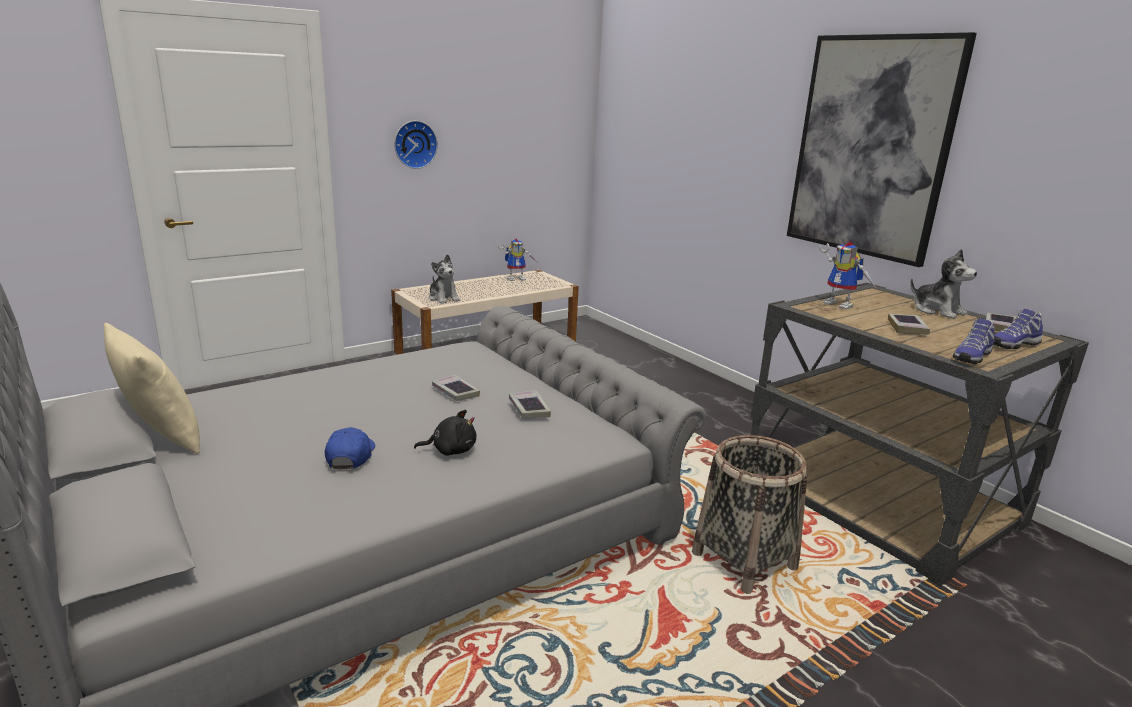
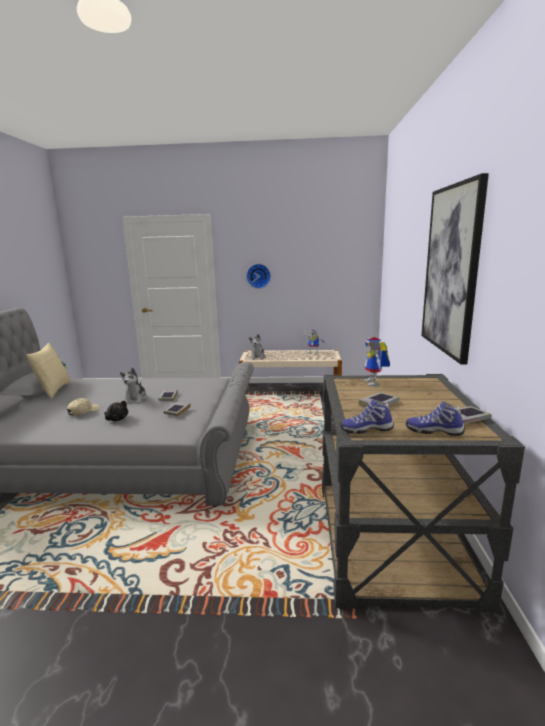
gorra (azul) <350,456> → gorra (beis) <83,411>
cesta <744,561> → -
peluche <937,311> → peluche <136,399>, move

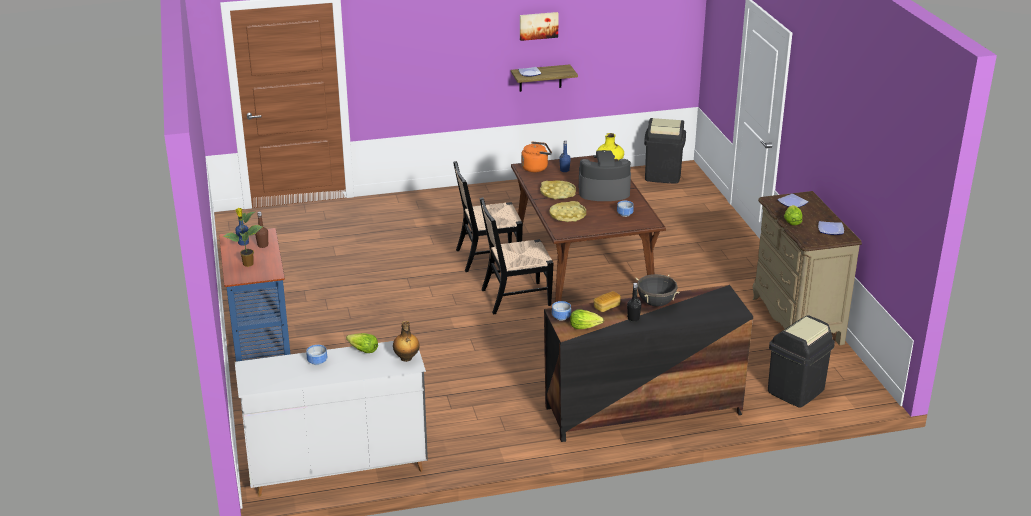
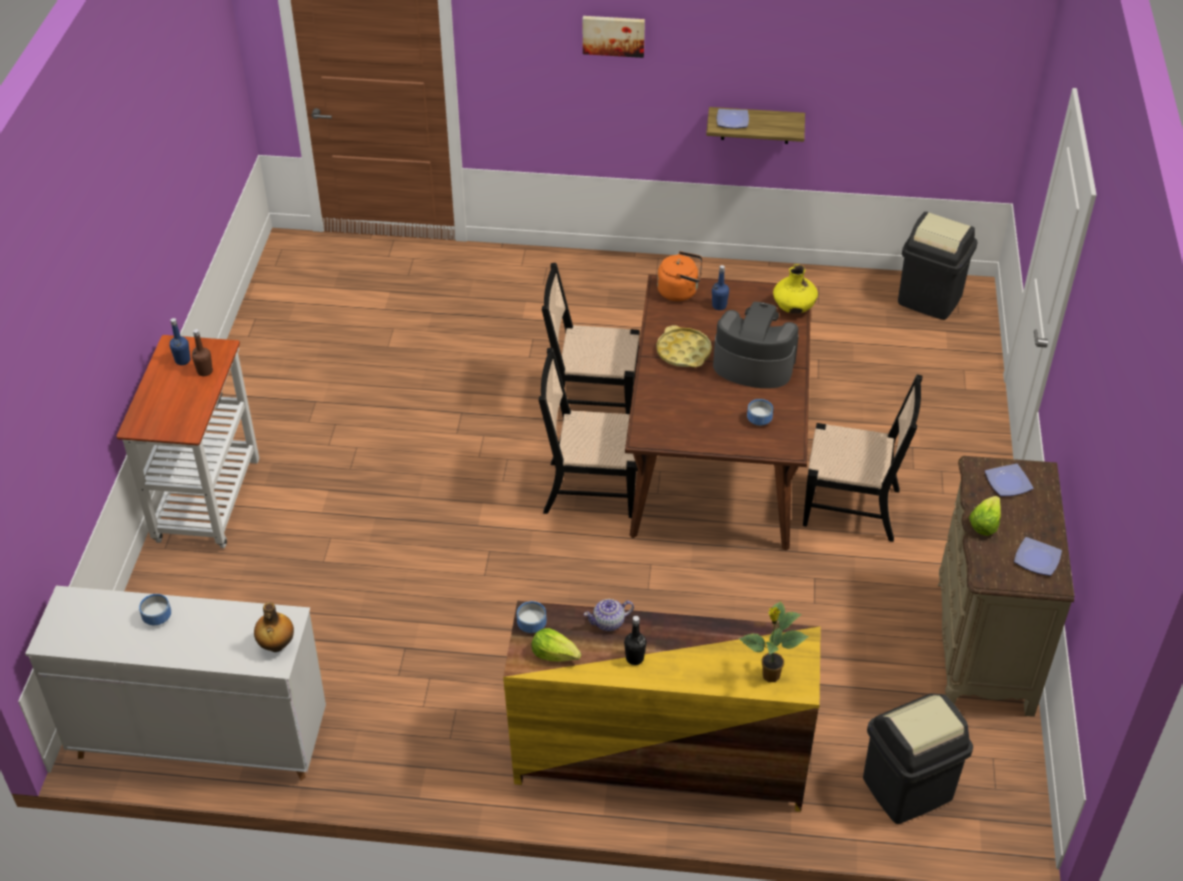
carrito (azul) <261,351> → carrito (blanco) <208,499>
planta en maceta <247,264> → planta en maceta <770,676>, move
lechuga <362,350> → -
cuadro <538,25> → cuadro <613,35>, move
armario (negro) <641,410> → armario (amarillo) <658,757>
bandeja (amarillo) <567,215> → -
pan <607,307> → tetera <609,622>
olla (negro) <656,303> → -
- → silla <851,508>

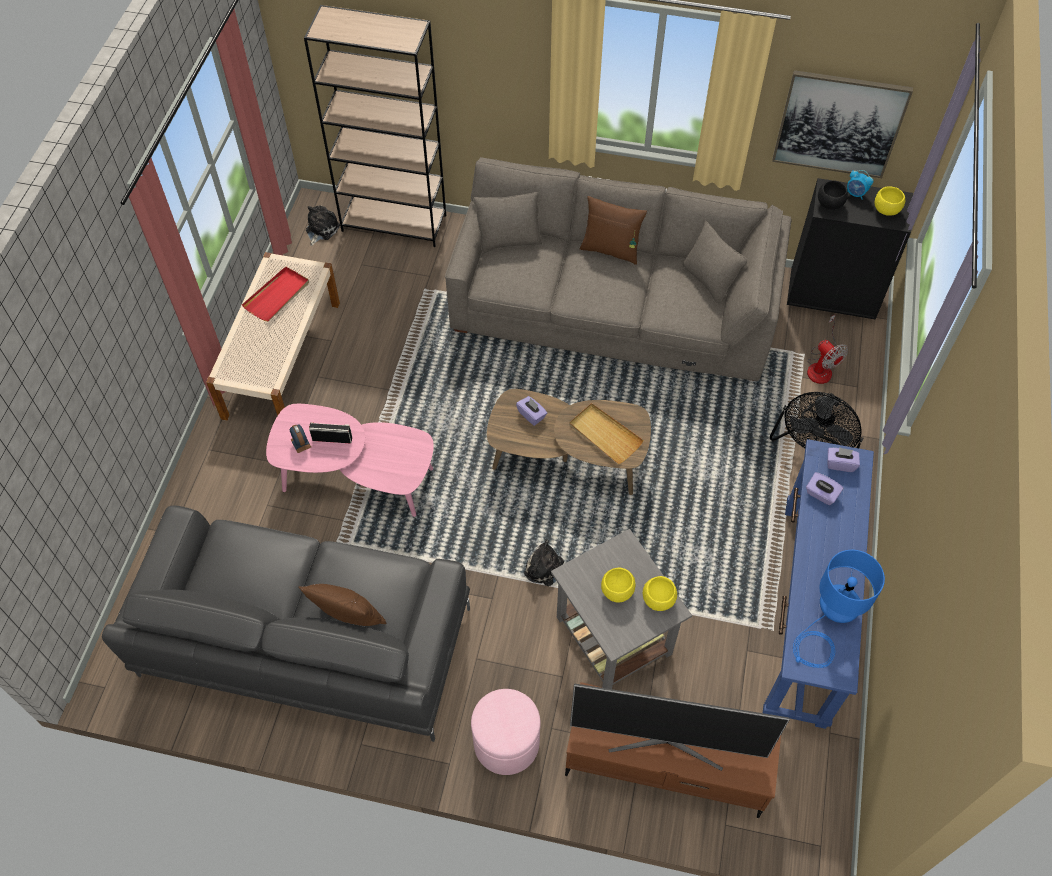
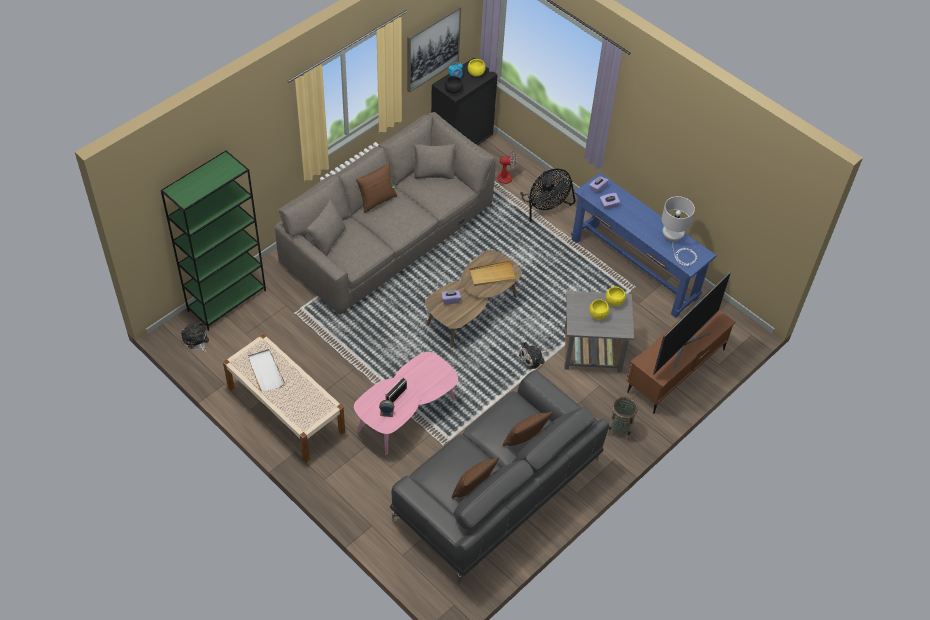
bandeja (rojo) <277,296> → bandeja (blanco) <265,371>
estantería (beis) <395,223> → estantería (verde) <227,300>
puf (rosa) <506,743> → cesta <620,428>
lámpara de mesa (azul) <827,625> → lámpara de mesa (gris) <677,244>
- → cojín (marrón) <473,488>

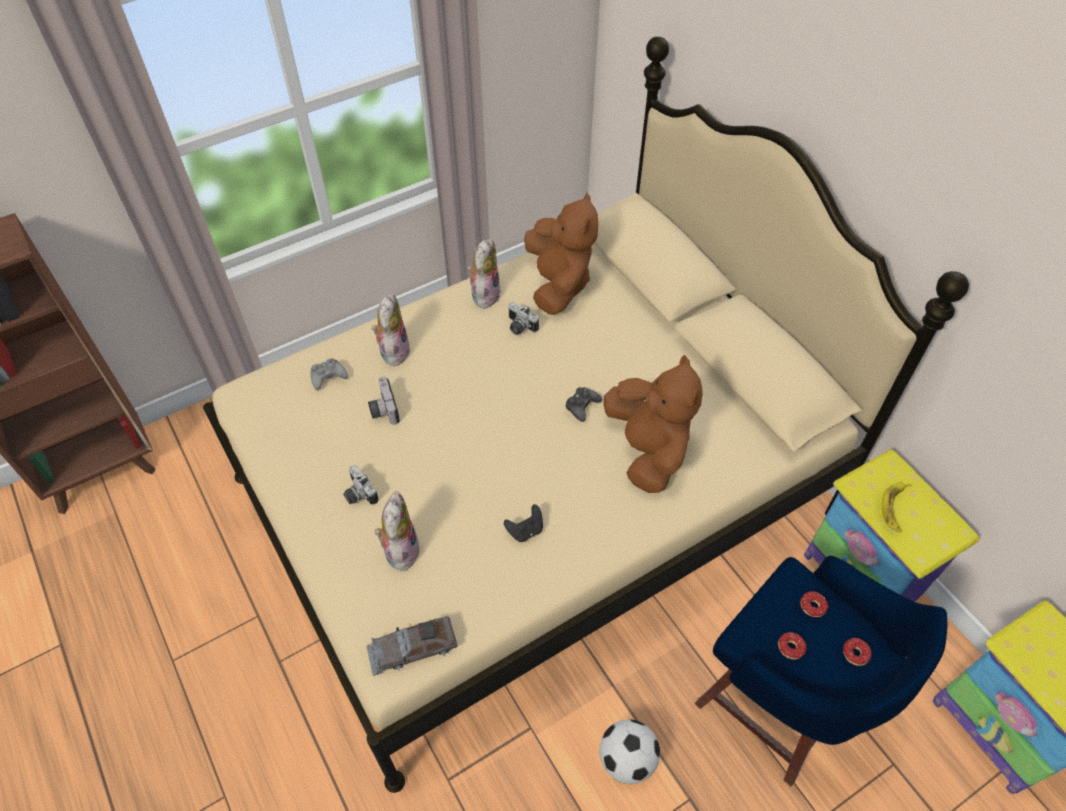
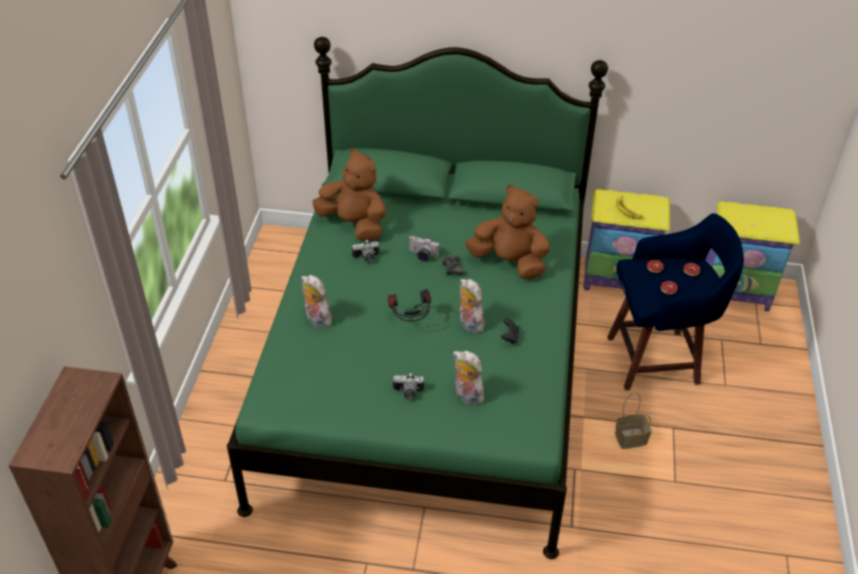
cama (beis) <532,495> → cama (verde) <428,373>
mando de consola (gris) <328,377> → -
coche de juguete (gris) <412,648> → -
cámara <383,408> → cámara <422,255>, move
peluche <484,294> → peluche <469,324>, move
balón de fútbol <626,759> → cesta <630,439>
- → auriculares <410,321>

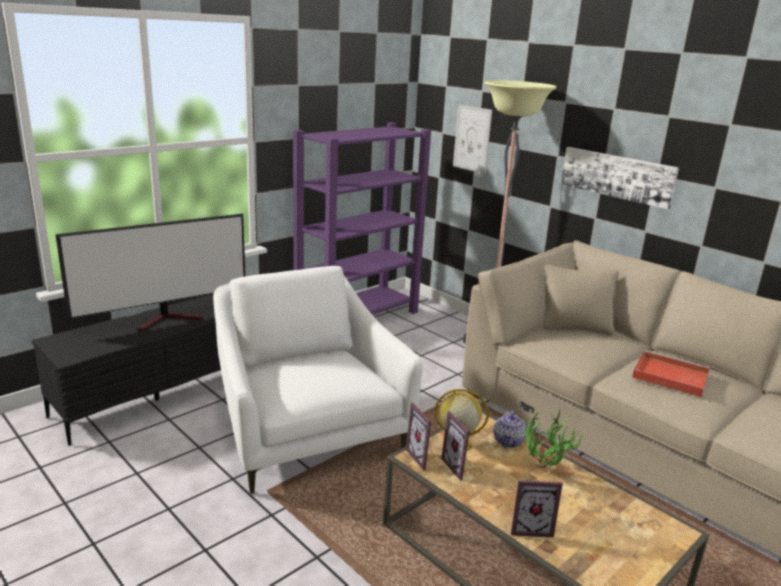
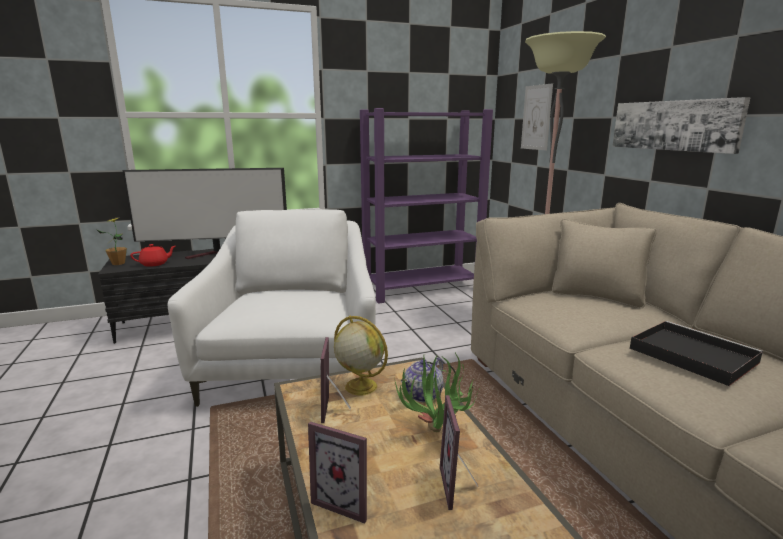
portarretratos <423,457> → portarretratos <460,487>, move
bandeja (rojo) <668,376> → bandeja (negro) <690,354>
- → planta en maceta <118,263>
- → tetera (rojo) <155,264>

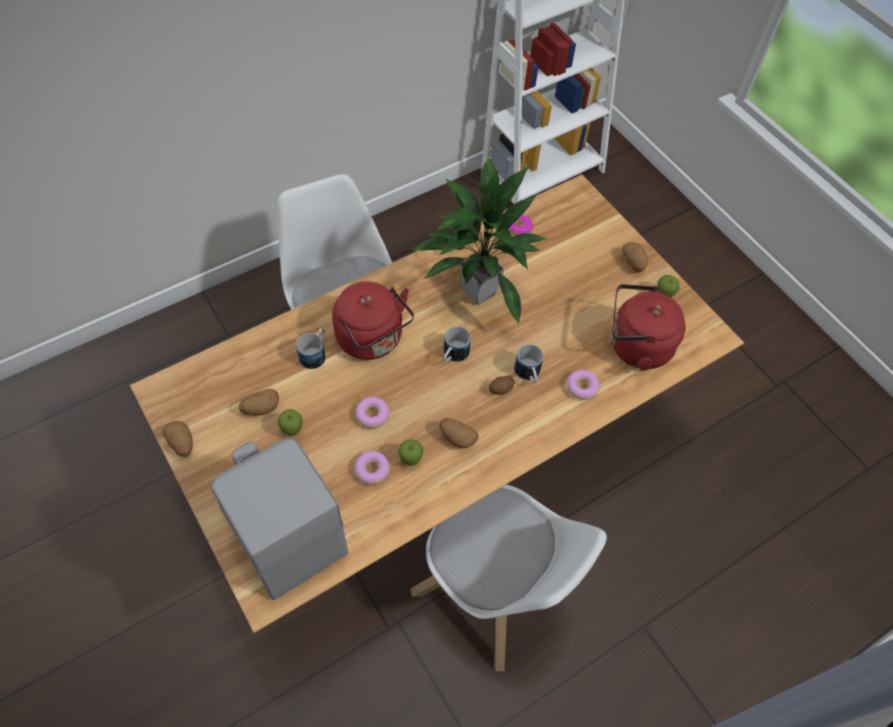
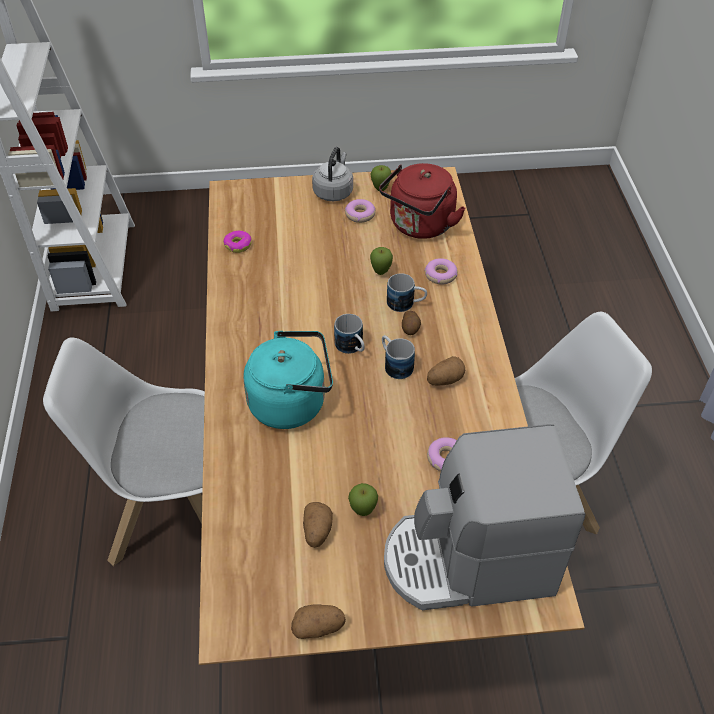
taza grande <315,353> → taza grande <394,364>, move
hervidor (rojo) <372,340> → hervidor (turquesa) <292,403>
rosquilla <372,415> → rosquilla <360,214>, move
manzana <410,460> → manzana <381,272>, move
planta en maceta <477,292> → -
patata <633,263> → hervidor (gris) <334,191>

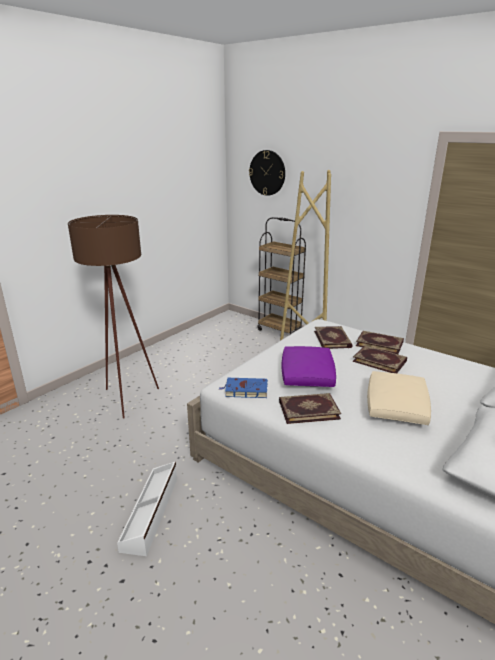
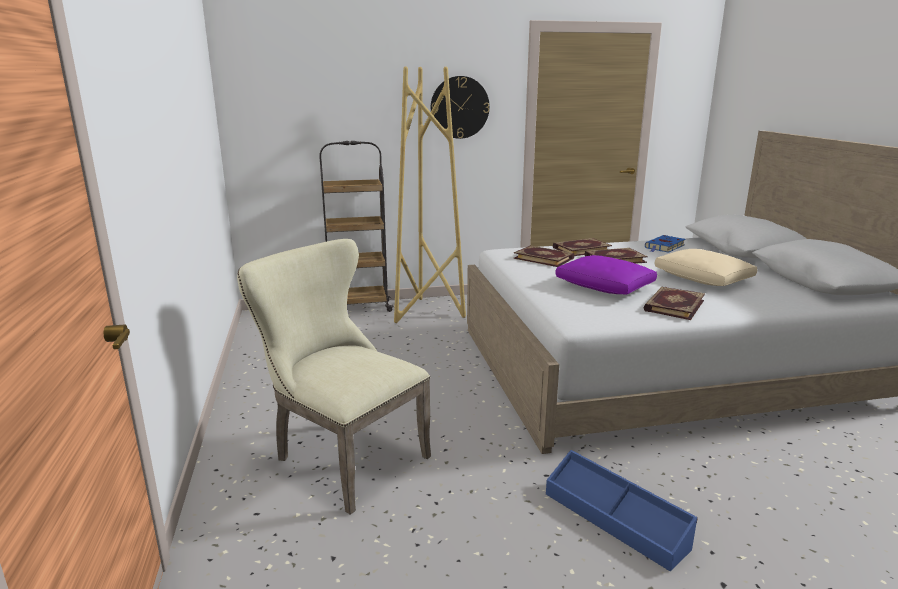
lámpara de pie (marrón) <128,402> → silla (beis) <343,457>
caja de almacenaje (blanco) <151,513> → caja de almacenaje (azul) <615,519>
libro (azul) <245,390> → libro (azul) <664,247>, move
reloj de pared <267,173> → reloj de pared <459,107>, move

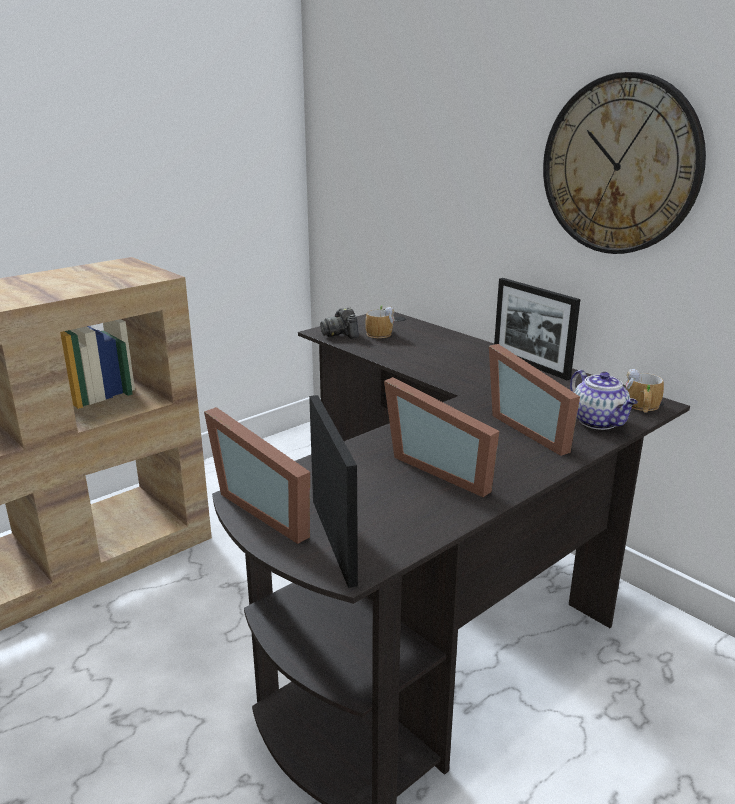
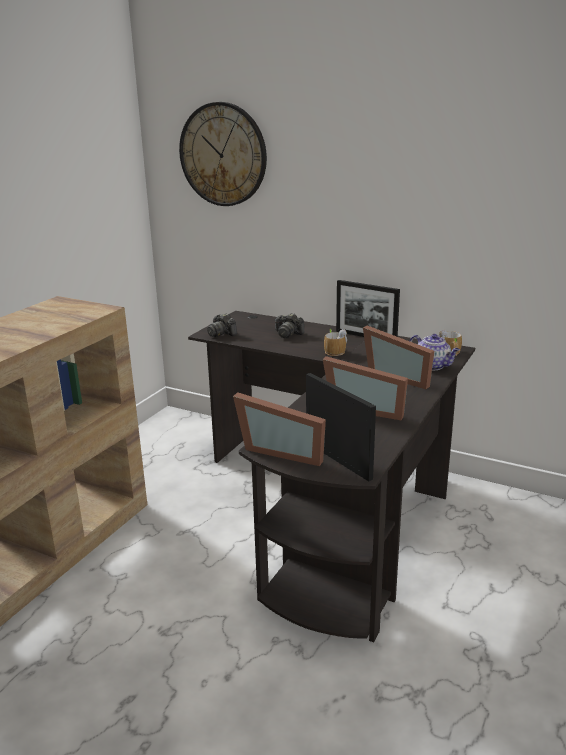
taza grande <380,333> → taza grande <334,350>, move
reloj de pared <620,165> → reloj de pared <223,155>, move
- → cámara <288,334>

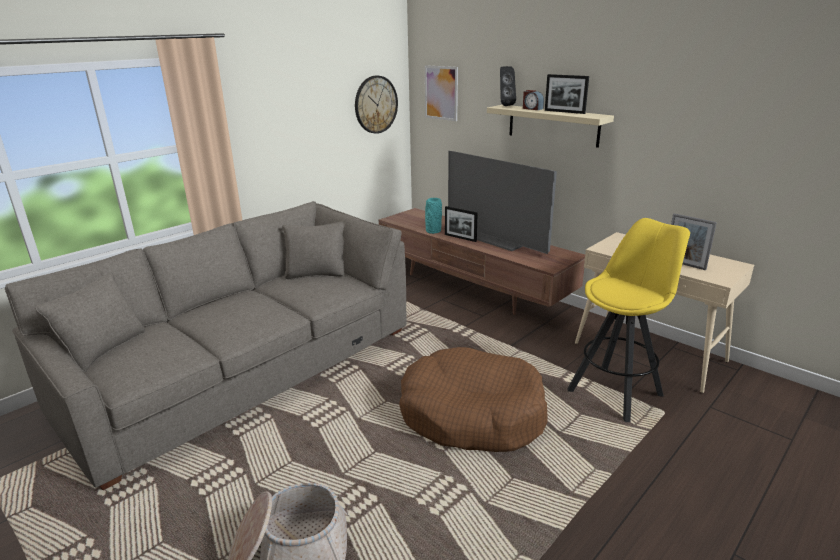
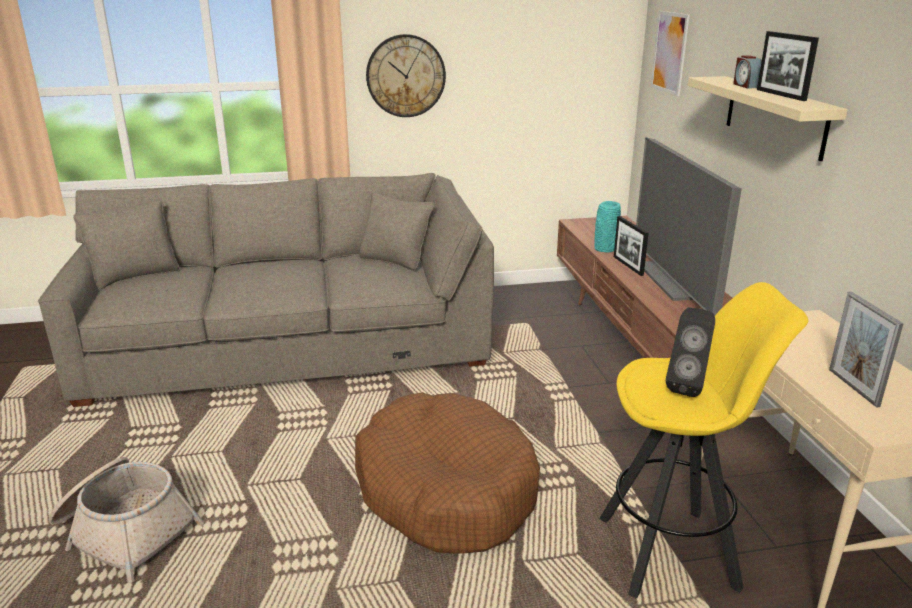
reloj de pared <376,104> → reloj de pared <405,76>, move
altavoz (negro) <505,105> → altavoz (negro) <688,386>, move

